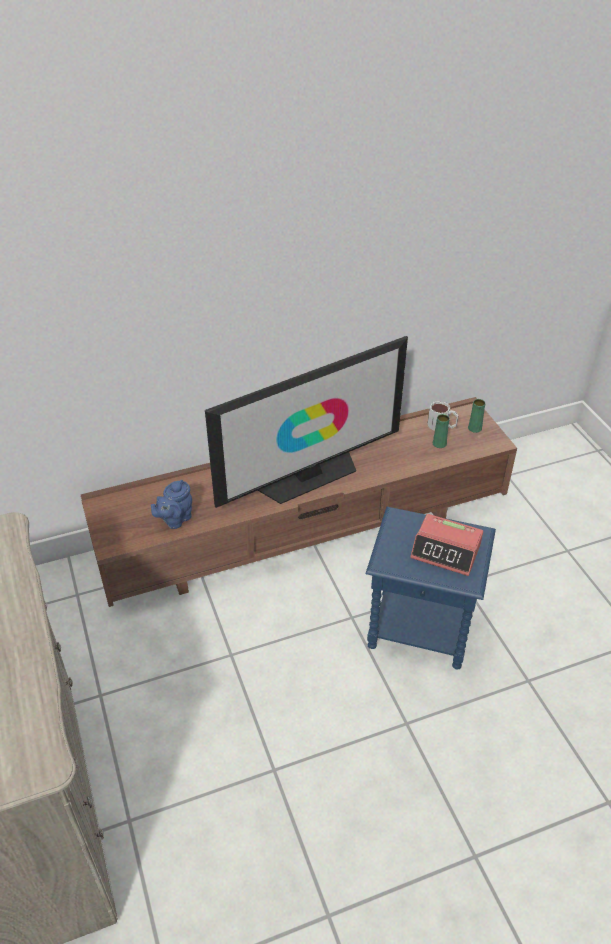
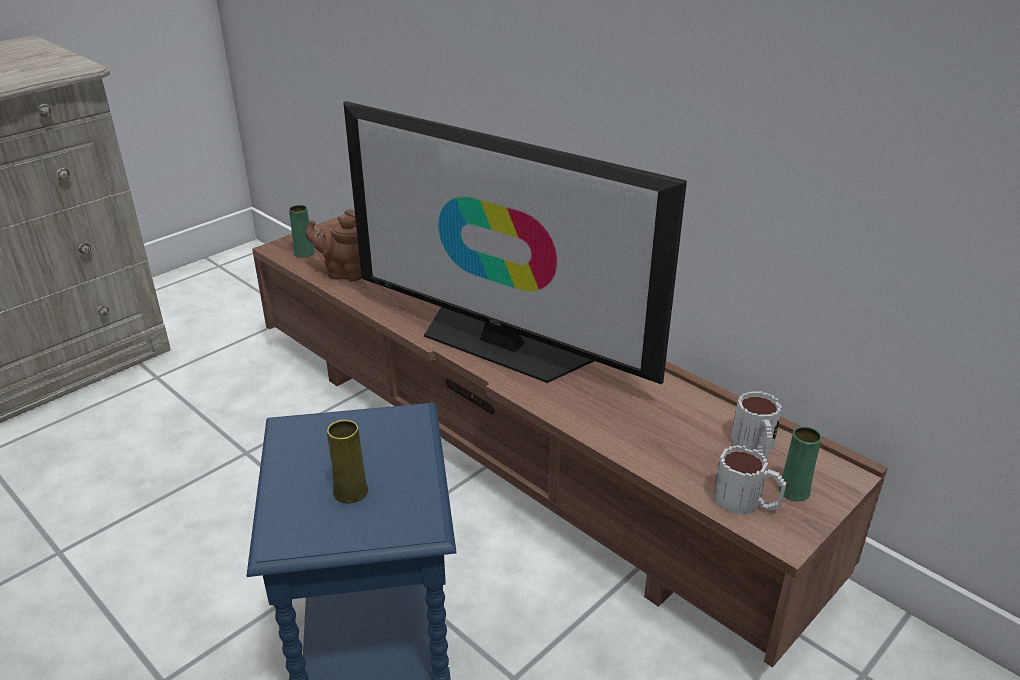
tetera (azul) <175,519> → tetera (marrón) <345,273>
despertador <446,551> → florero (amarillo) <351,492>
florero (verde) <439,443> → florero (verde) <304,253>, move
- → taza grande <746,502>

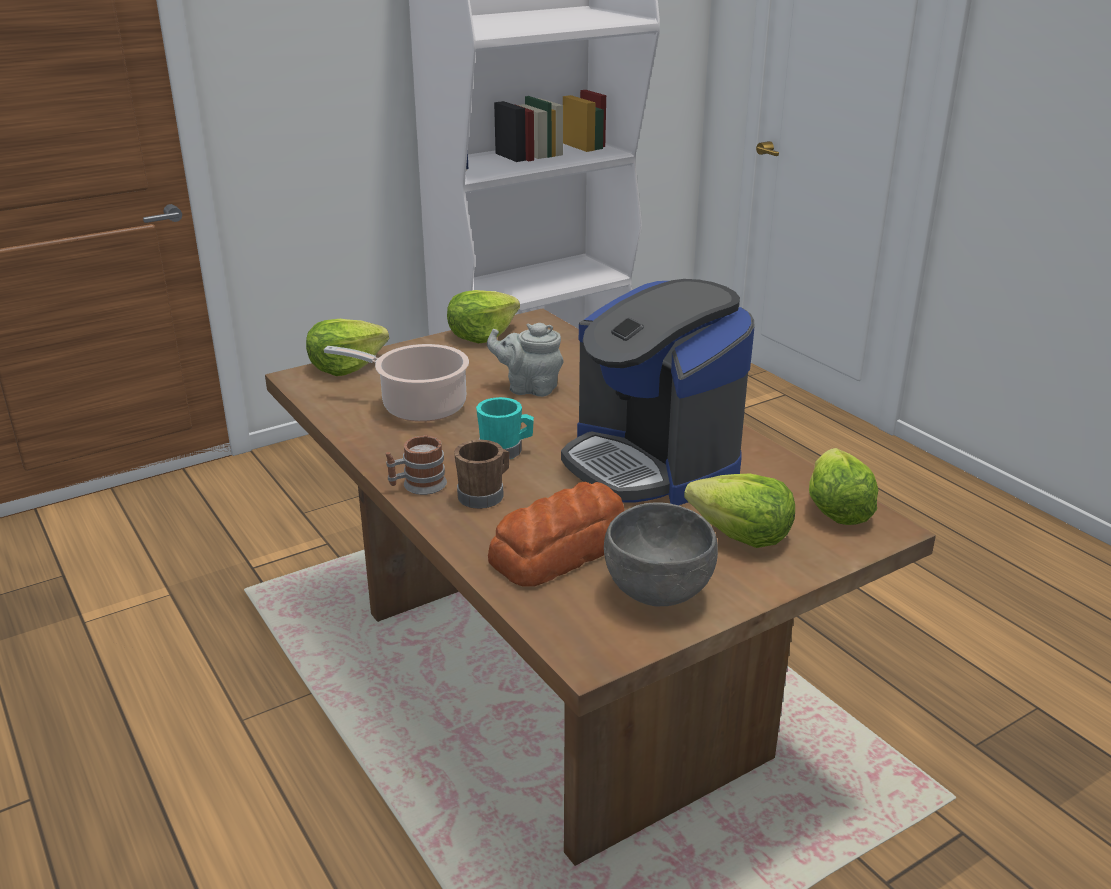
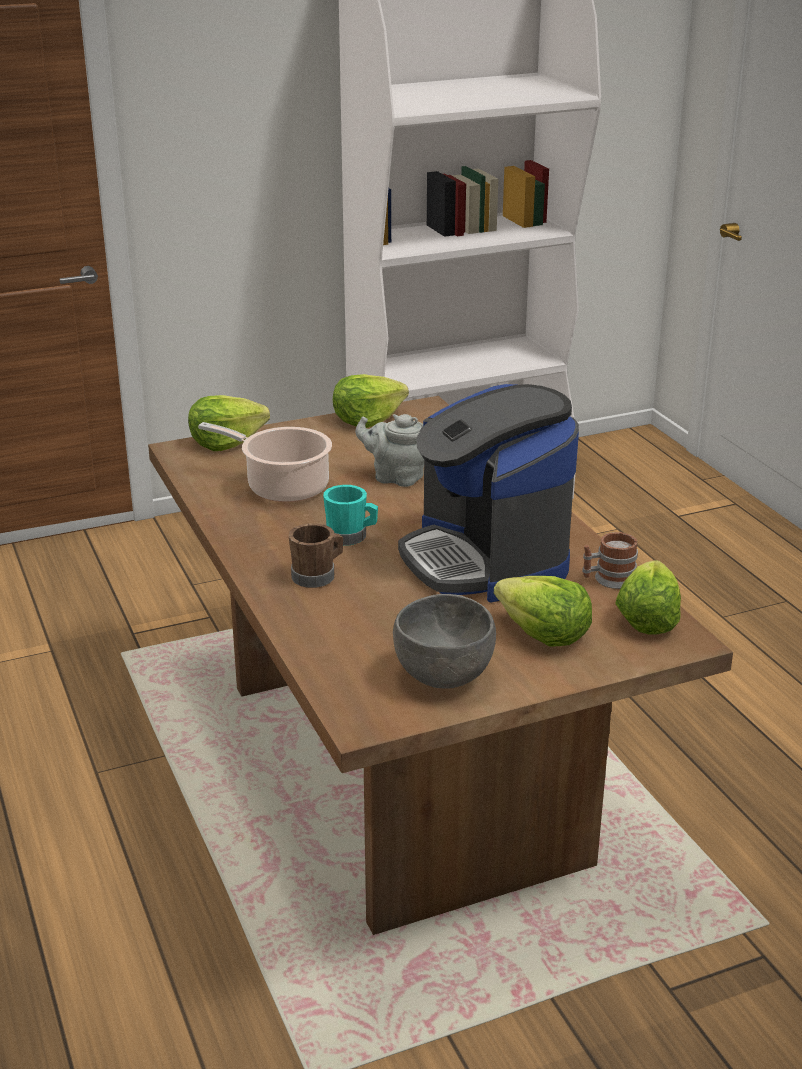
taza grande <417,486> → taza grande <608,579>, move
pan <562,550> → -

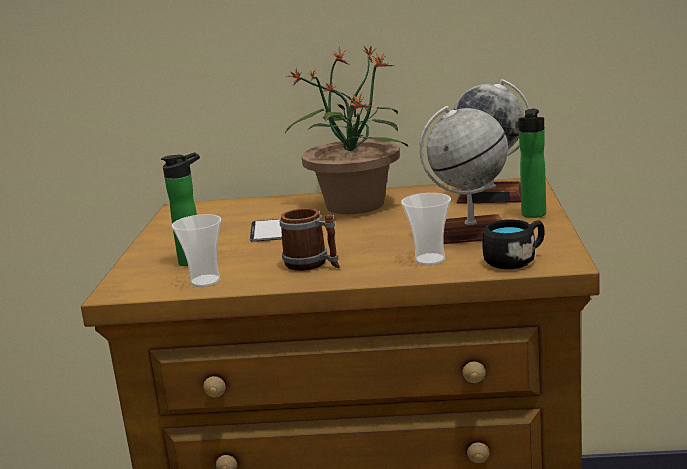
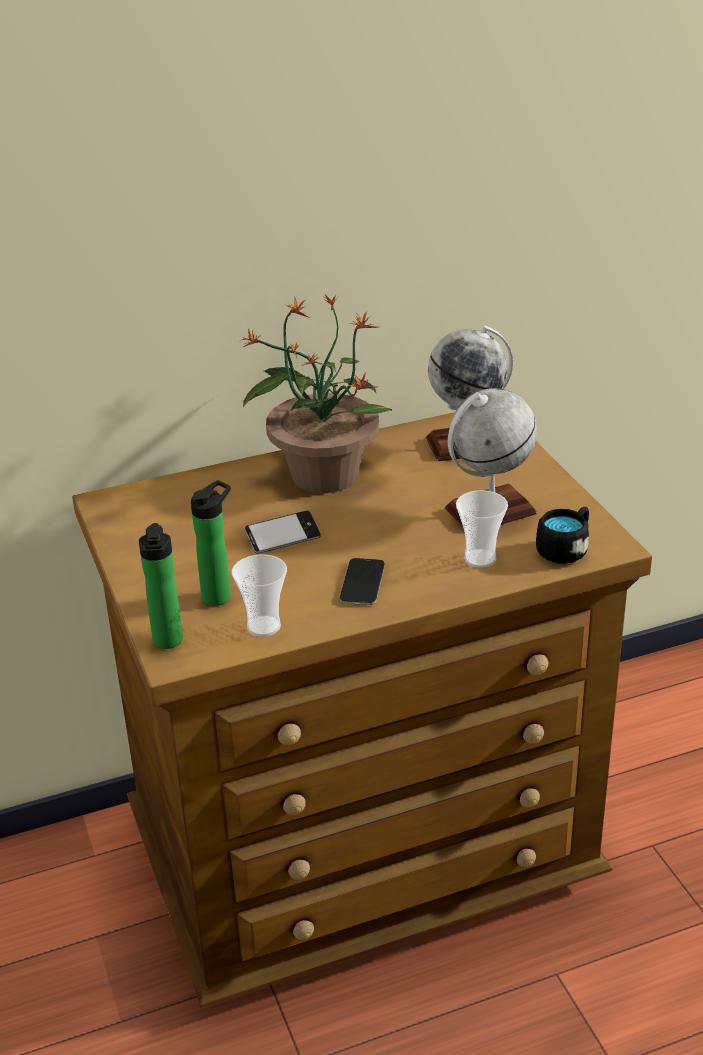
taza grande <313,264> → móvil <362,583>
botella <533,215> → botella <167,643>, move

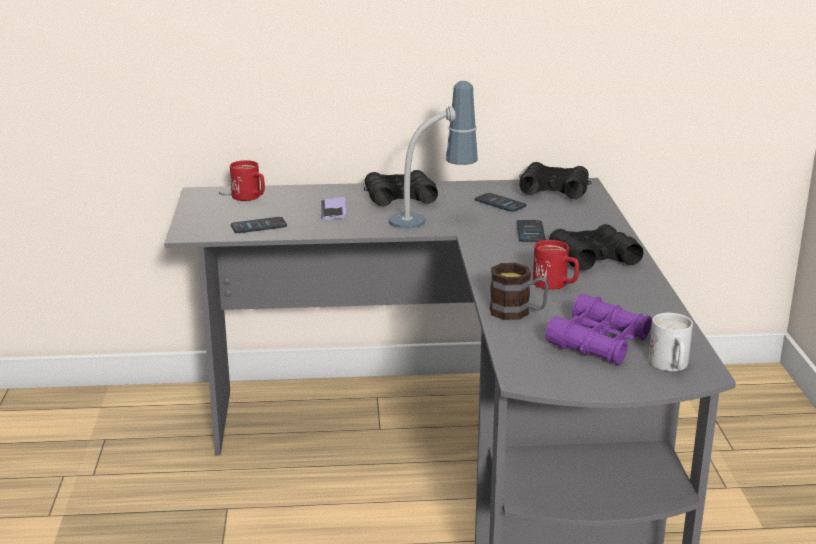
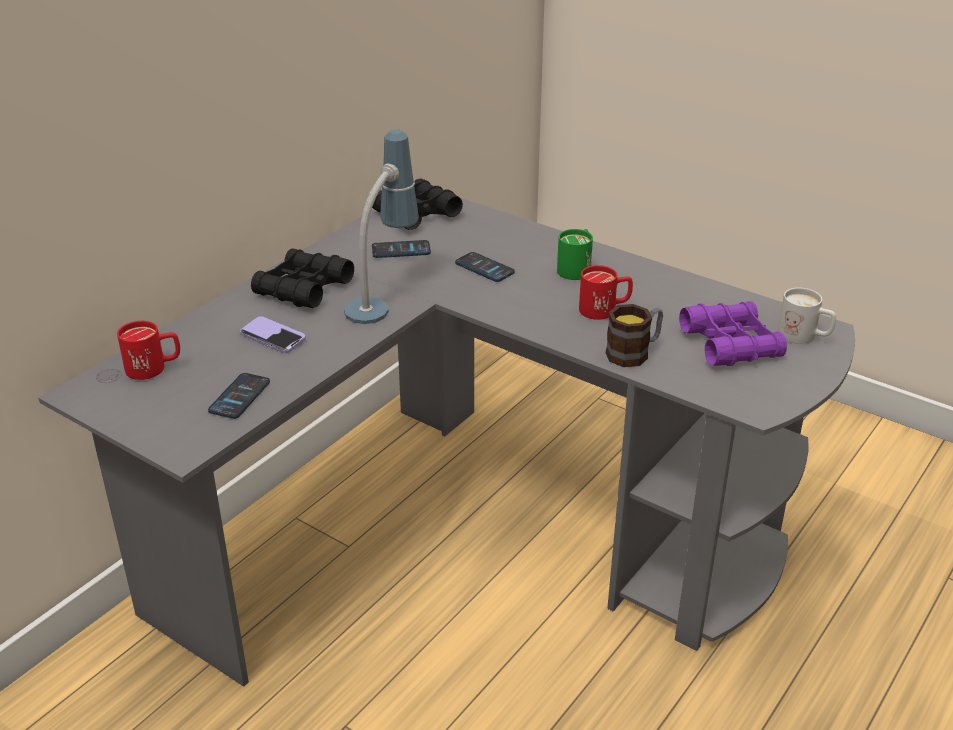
prismáticos (negro) <593,258> → taza grande (verde) <576,268>

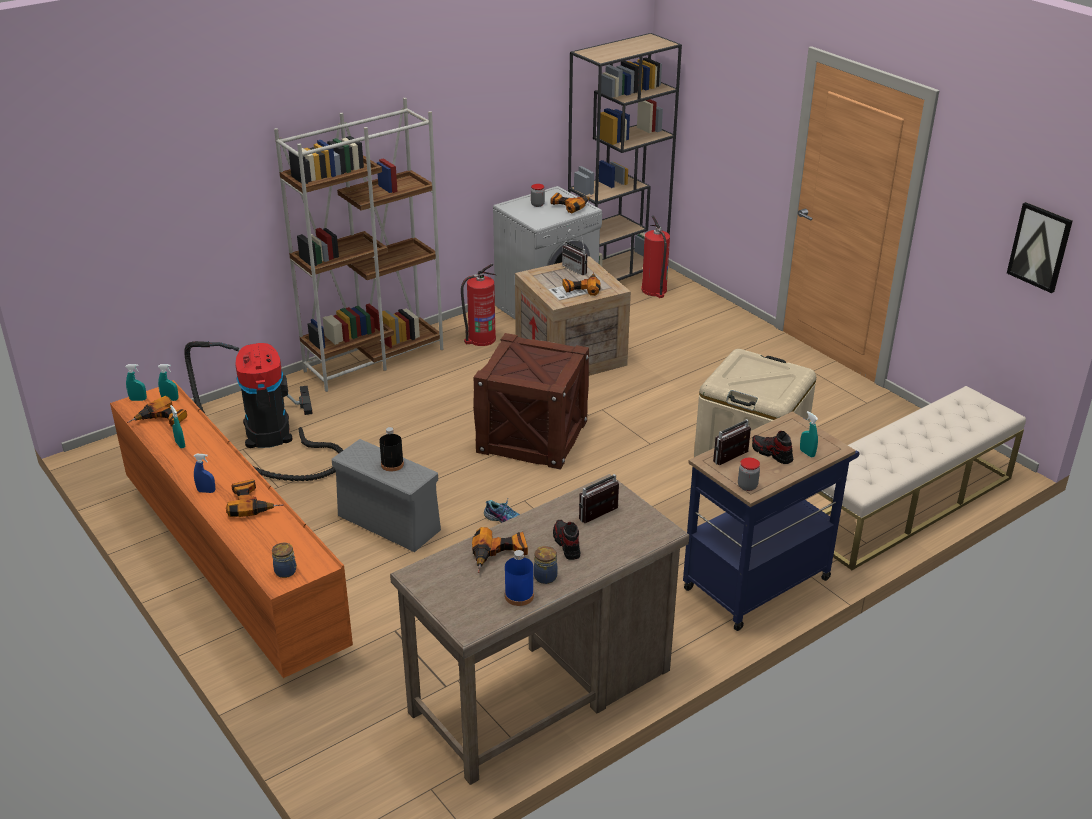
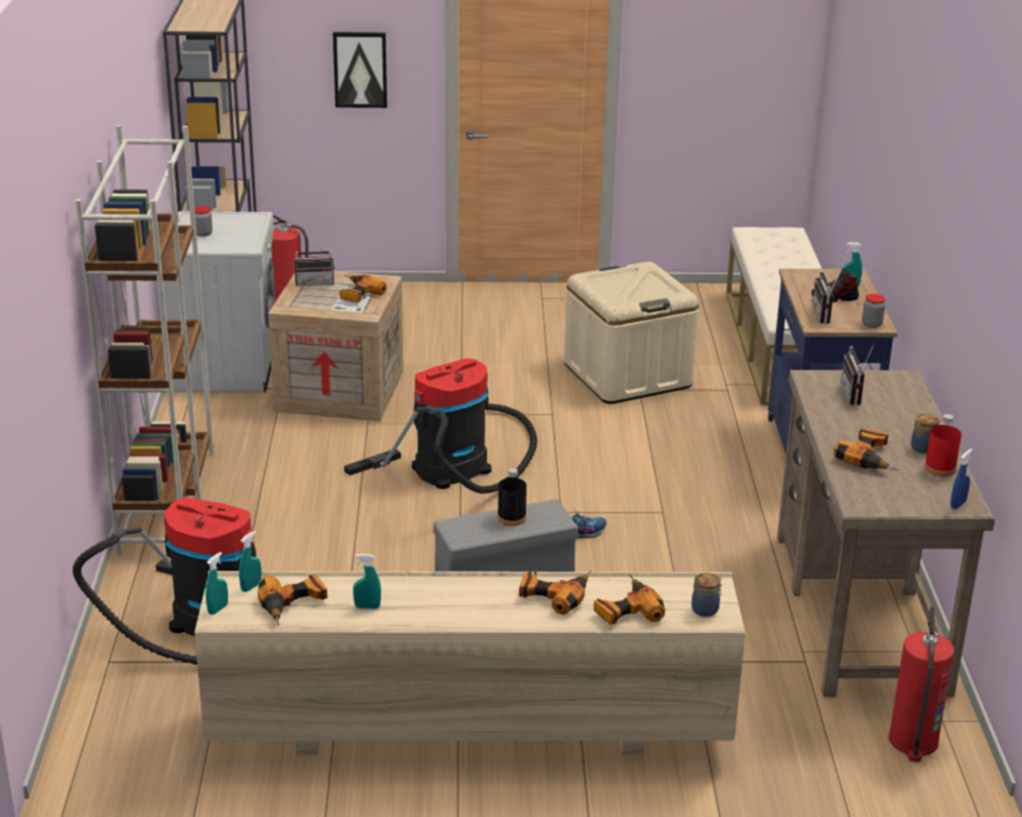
armario (naranja) <232,570> → armario (beis) <470,734>
pulverizador (azul) <206,491> → pulverizador (azul) <958,504>, move
extintor <481,339> → extintor <913,741>, move
caja de embalaje <532,436> → aspiradora <457,466>
botella (azul) <519,596> → botella (rojo) <940,468>
taladro <570,205> → taladro <625,609>, move
zapato <566,544> → -
cuadro <1040,247> → cuadro <360,69>, move

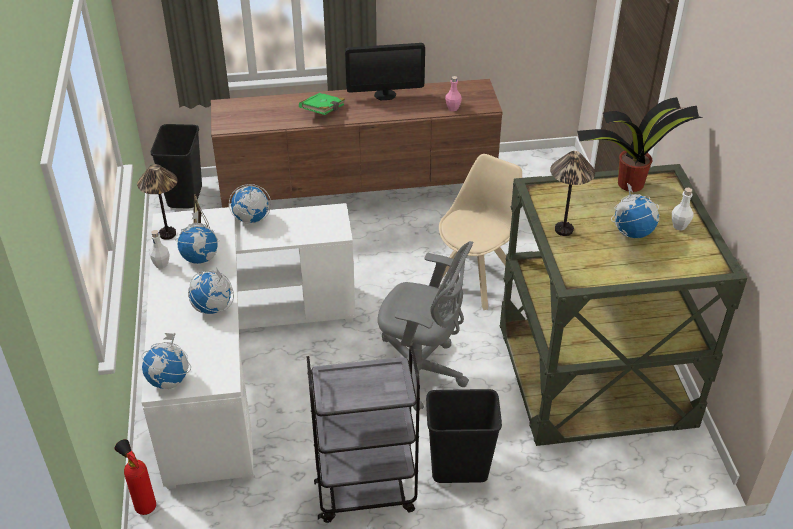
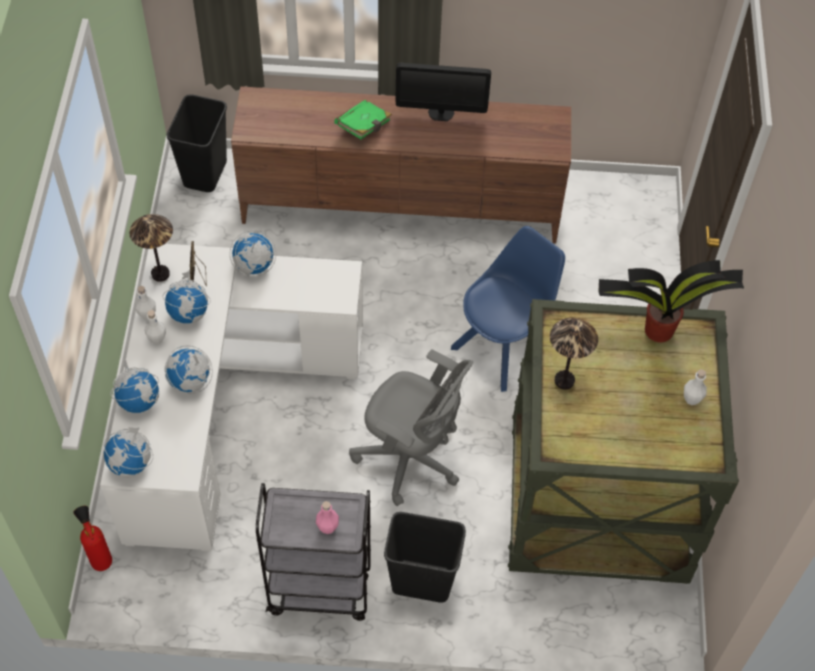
silla (beis) <475,278> → silla (azul) <504,346>
botella (rosa) <453,108> → botella (rosa) <327,527>, move
globo terráqueo <632,232> → globo terráqueo <139,401>, move
- → botella (blanco) <157,339>

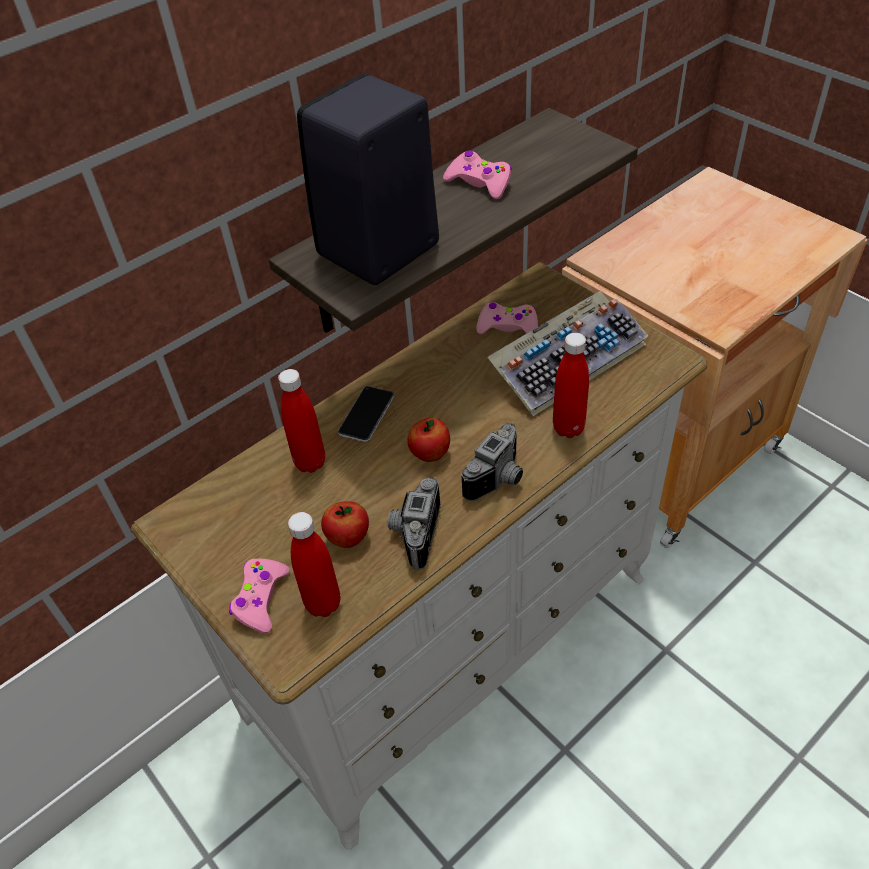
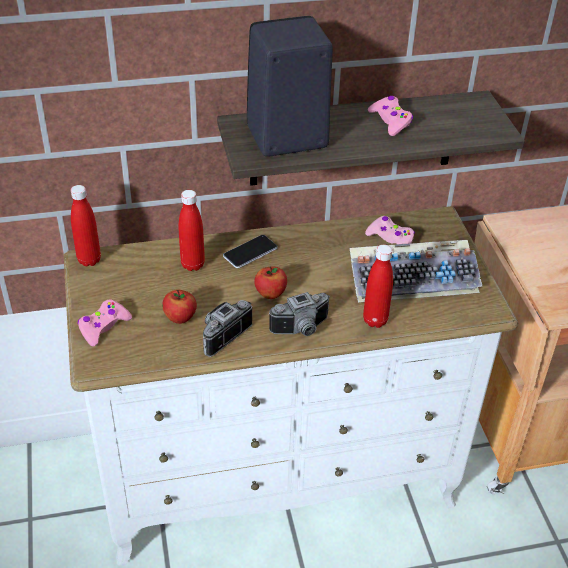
botella (rojo) <323,603> → botella (rojo) <89,260>, move

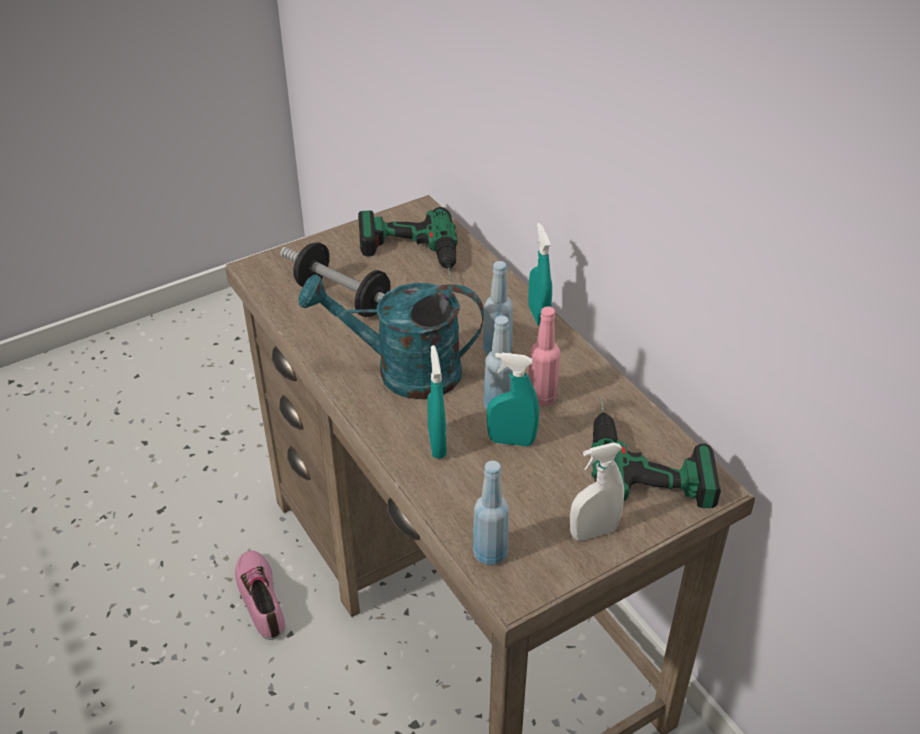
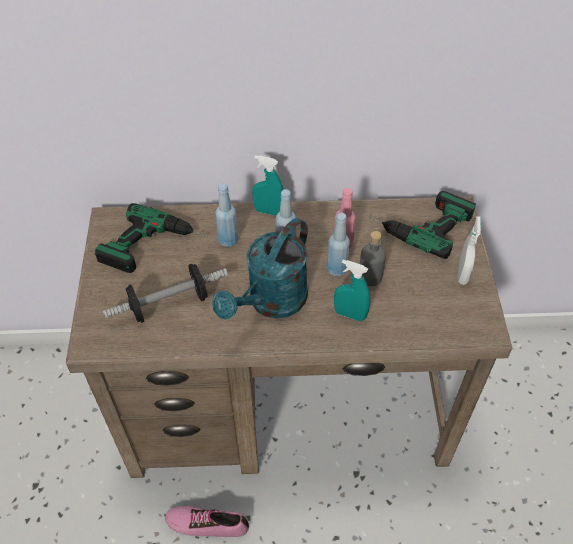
botella (azul) <490,553> → botella (azul) <228,240>, move
pulverizador (turquesa) <511,441> → botella (gris) <370,276>

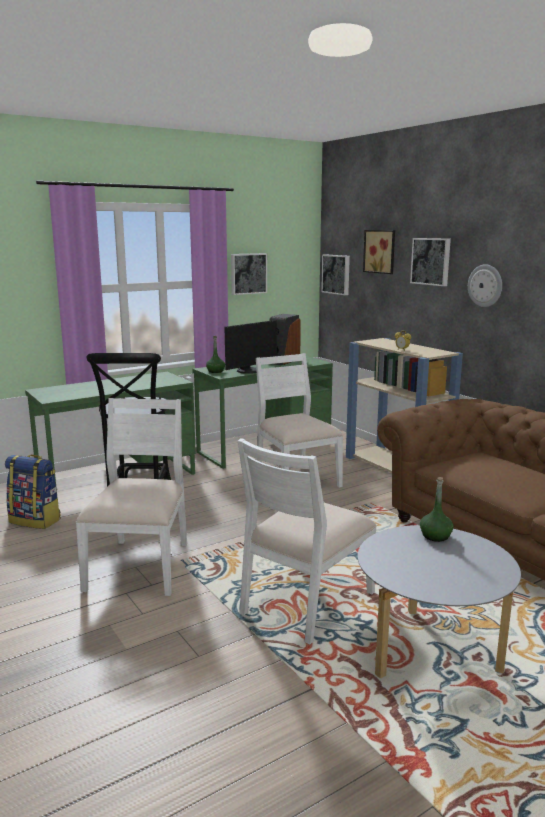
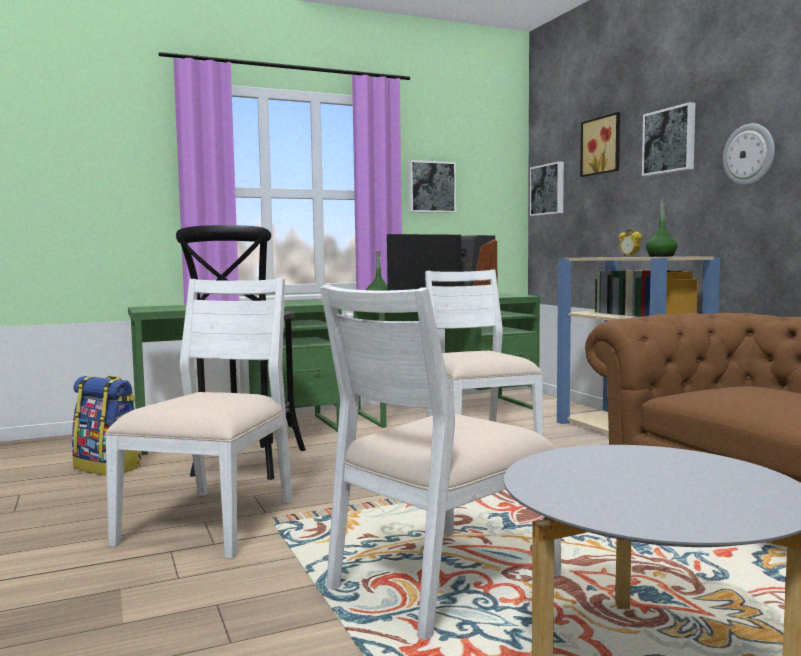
botella (verde) <435,536> → botella (verde) <661,256>, move

